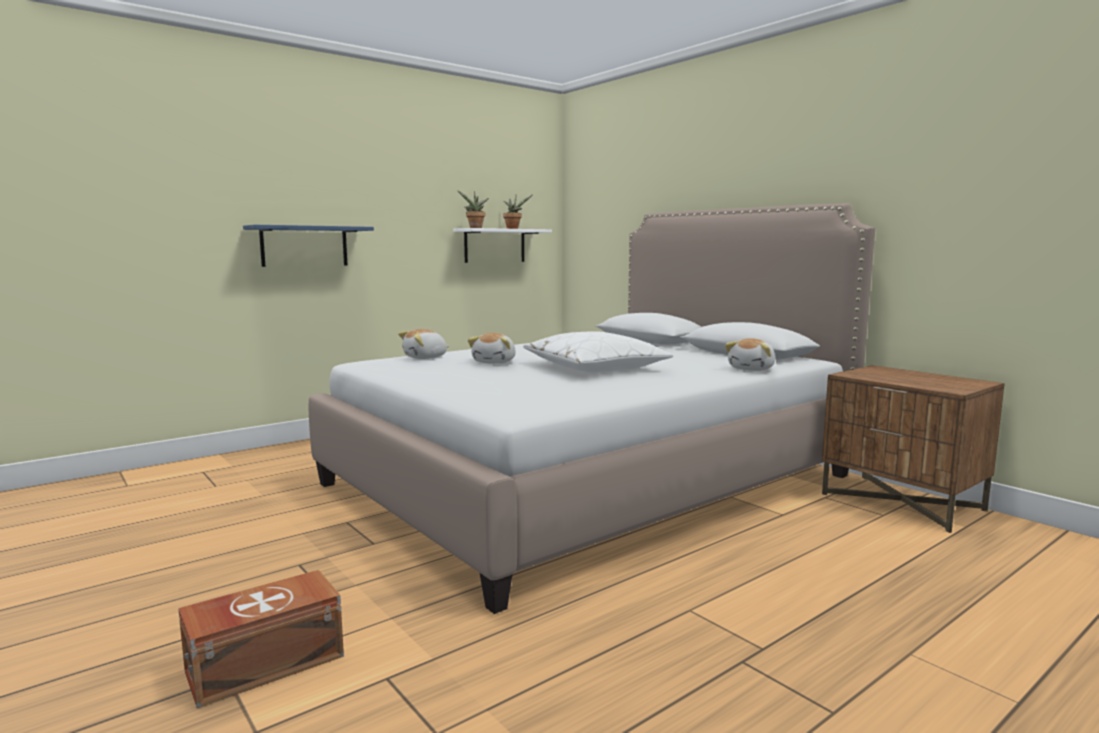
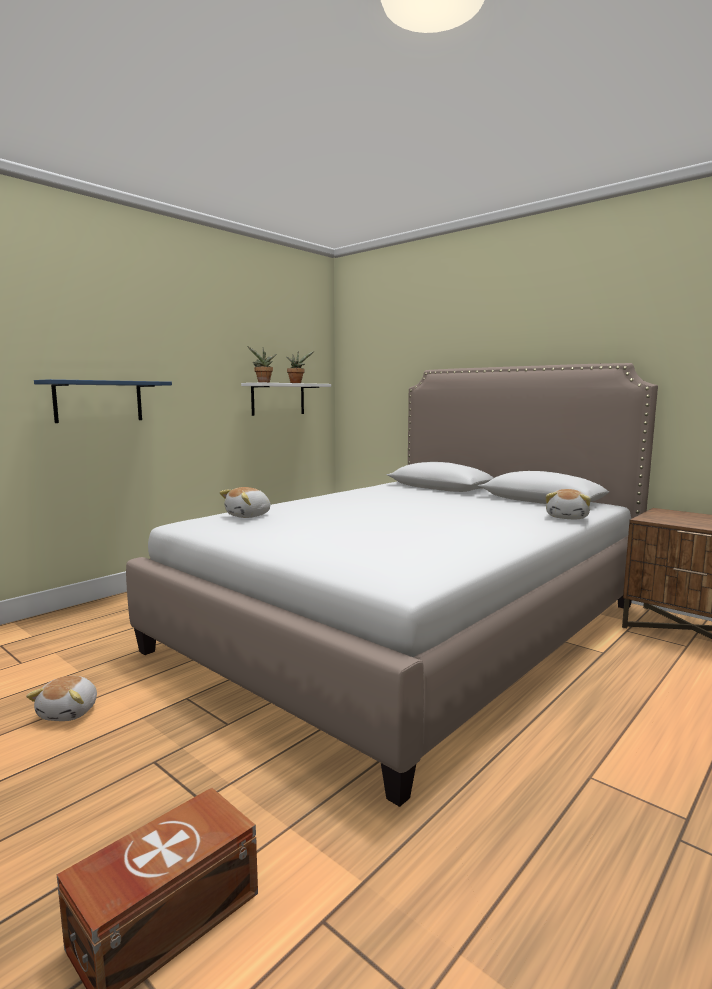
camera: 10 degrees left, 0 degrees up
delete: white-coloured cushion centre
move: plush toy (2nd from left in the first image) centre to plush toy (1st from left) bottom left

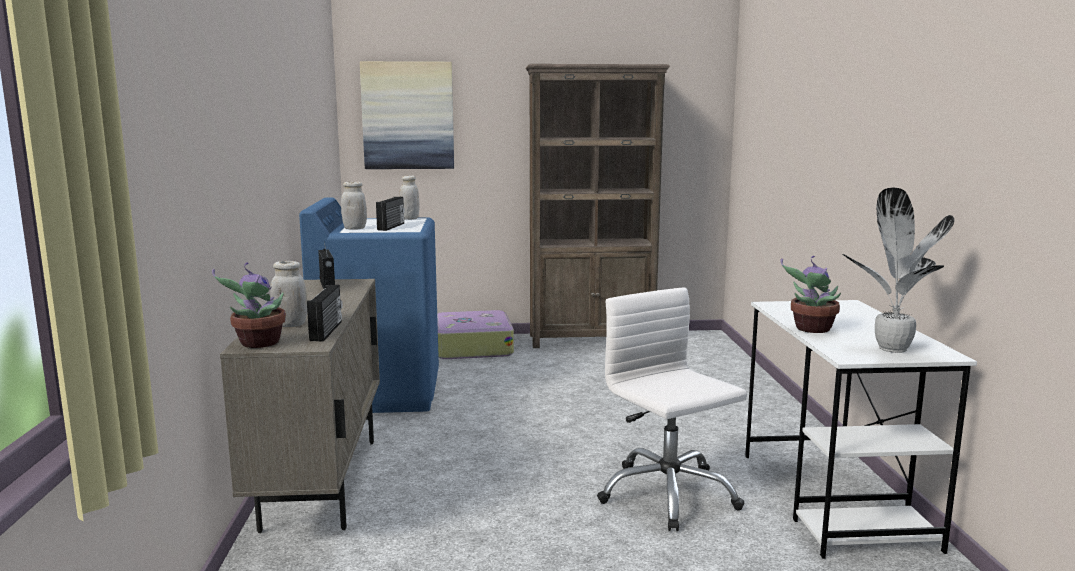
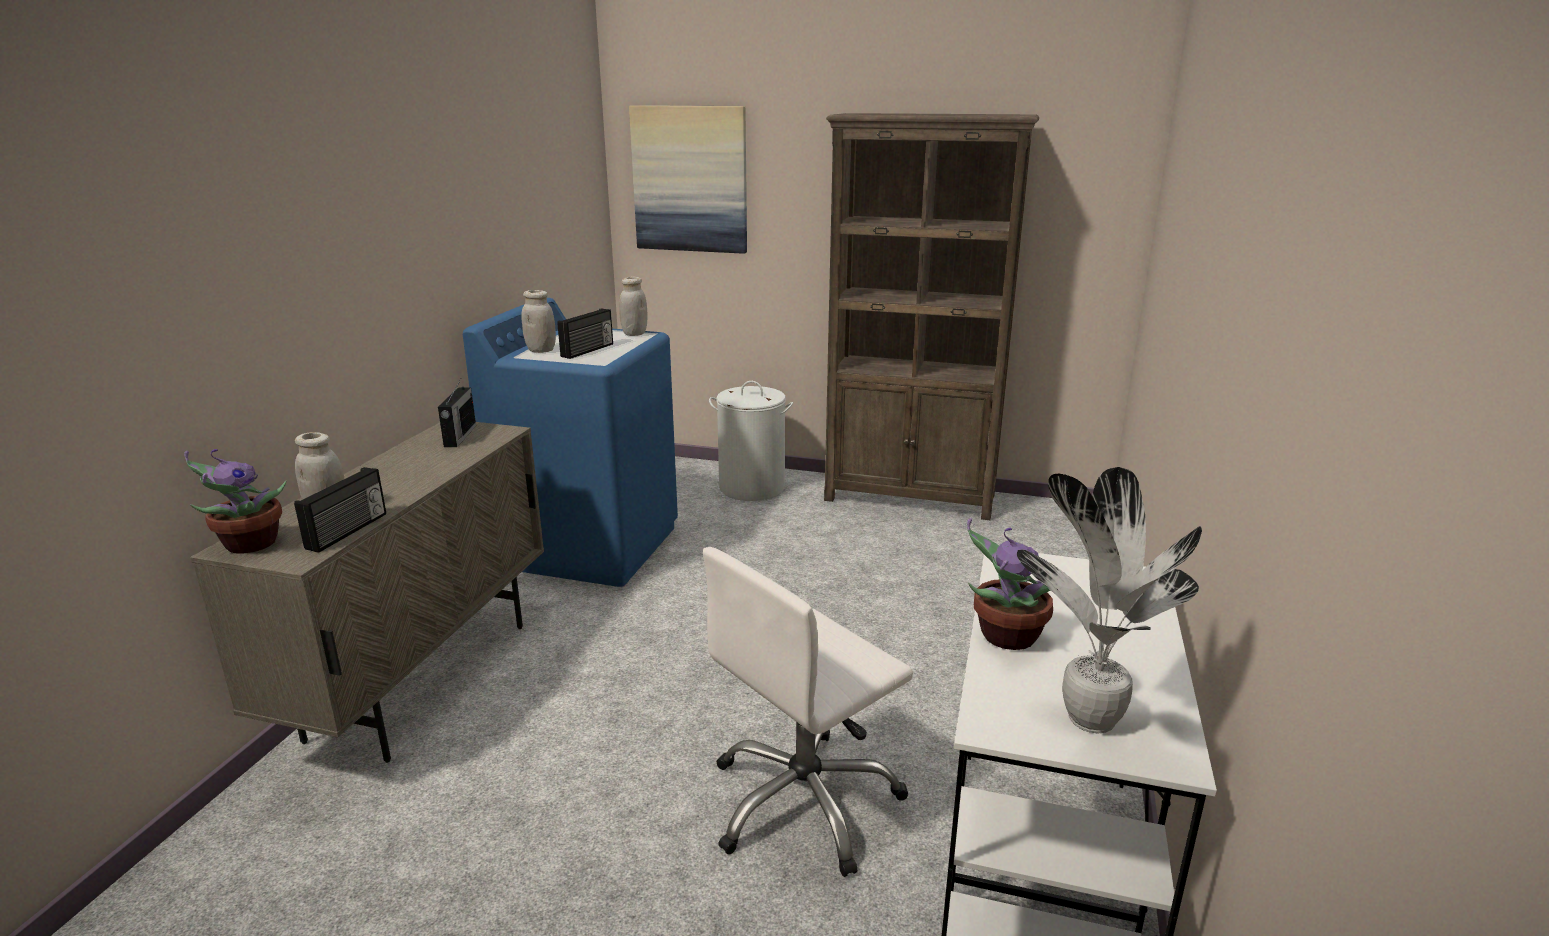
camera: 20 degrees right, 10 degrees up
replace: travel case centre to white-coloured washing basket centre
rotate: white-coloured desk chair bottom centre = bottom centre 120 degrees counterclockwise

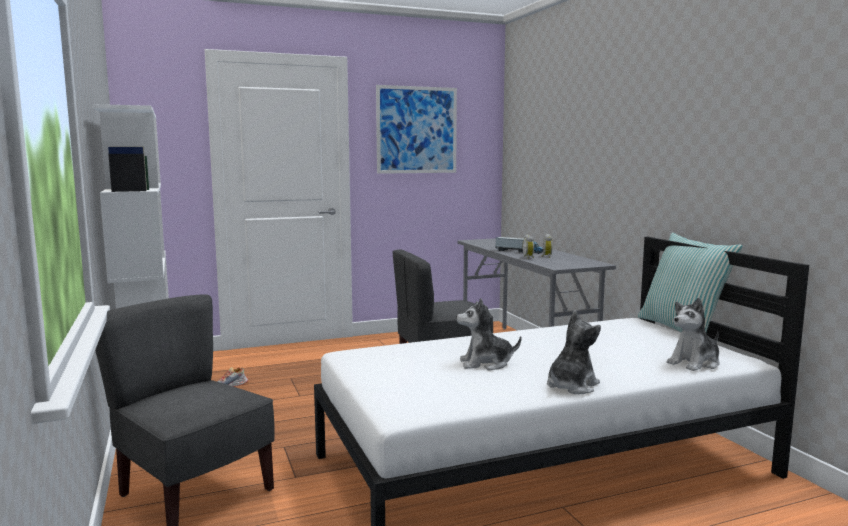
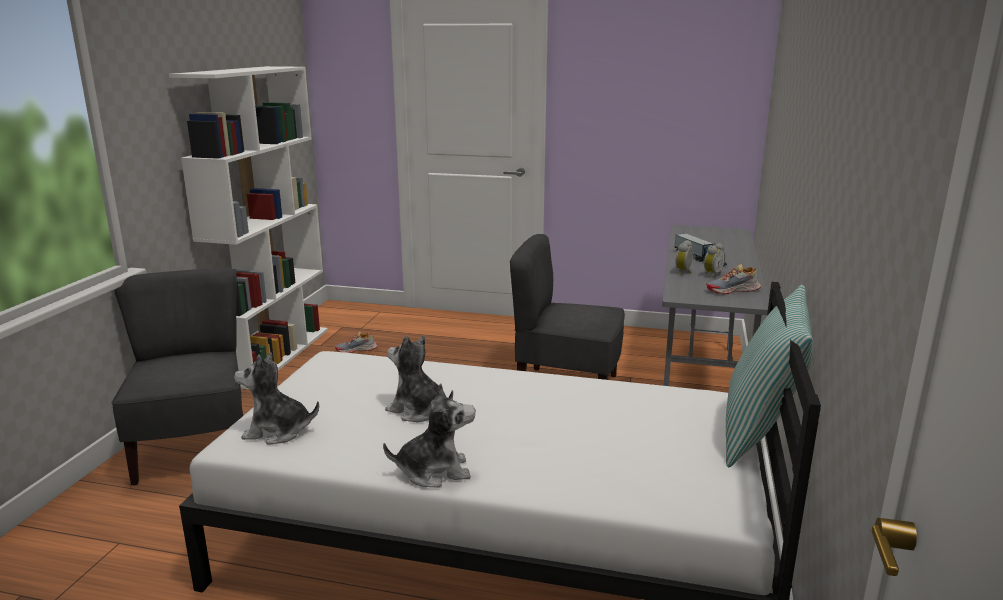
camera: 35 degrees right, 10 degrees up
delete: wall art top centre
insert: shoe (2nd from left) middle right
move: plush toy (3rd from left in the first image) middle right to plush toy (1st from left) middle left

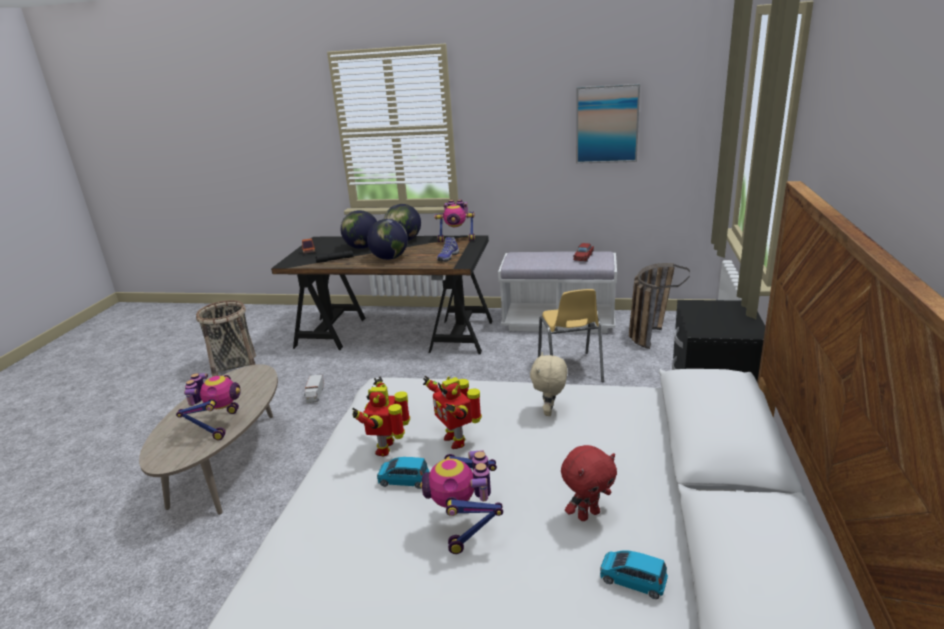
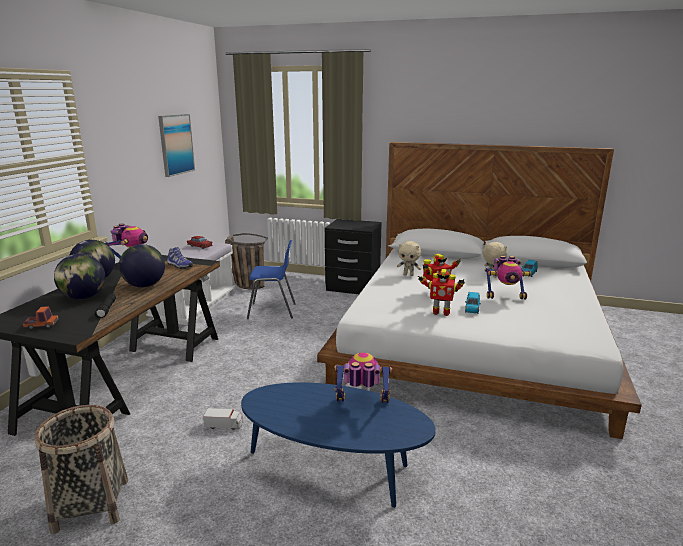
camera: 85 degrees left, 5 degrees down
recolor: beige low table bottom left to blue-coloured low table bottom centre; yellow-coloured plain chair centre to blue-coloured plain chair centre; red-coloured plush toy bottom centre to beige plush toy (2nd from left) middle right

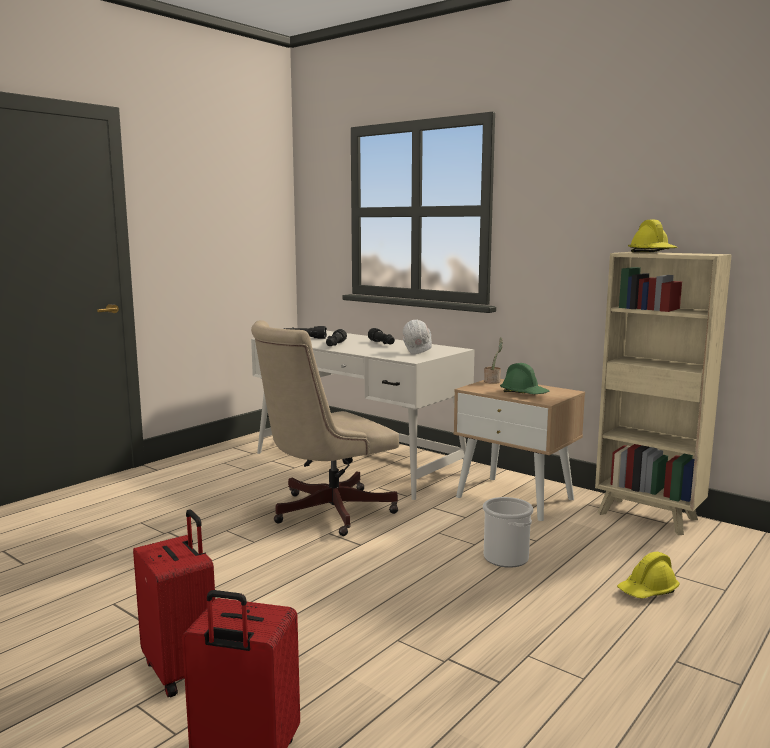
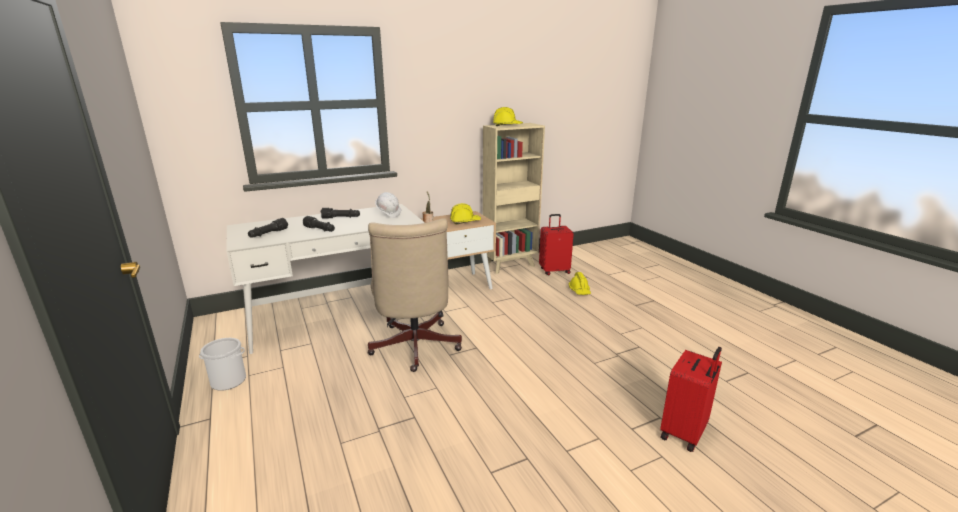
camera: 65 degrees left, 10 degrees up
move: red-coloured travel case (1st from left) bottom left to centre; pail bottom centre to bottom left
recolor: greenish work helmet middle right to yellow-coloured work helmet (1st from left) centre

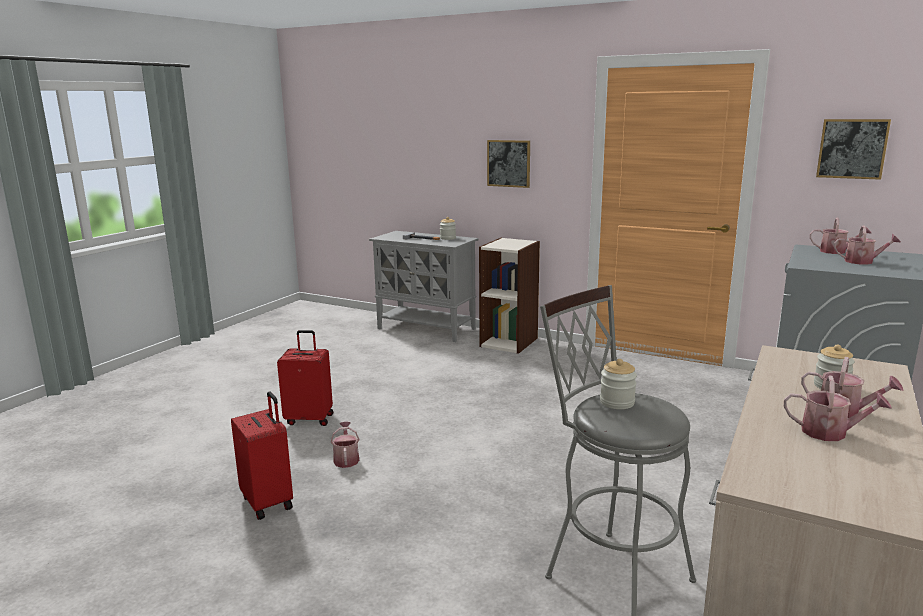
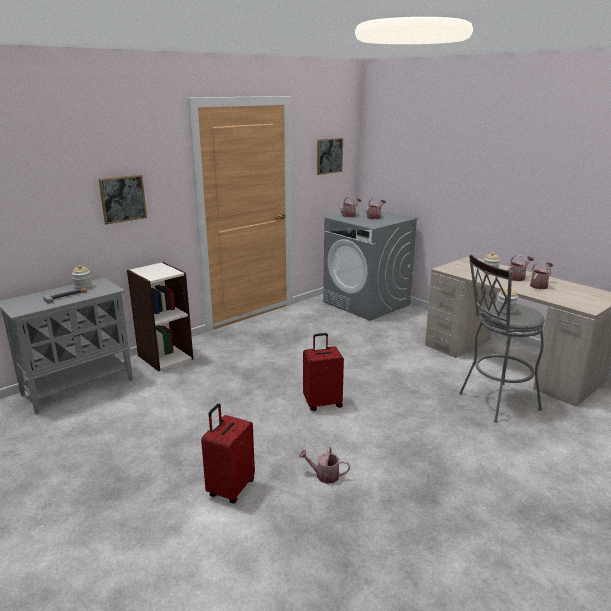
camera: 70 degrees left, 5 degrees up
move: red-coloured travel case (1st from left in the first image) bottom left to red-coloured travel case (2nd from left) centre

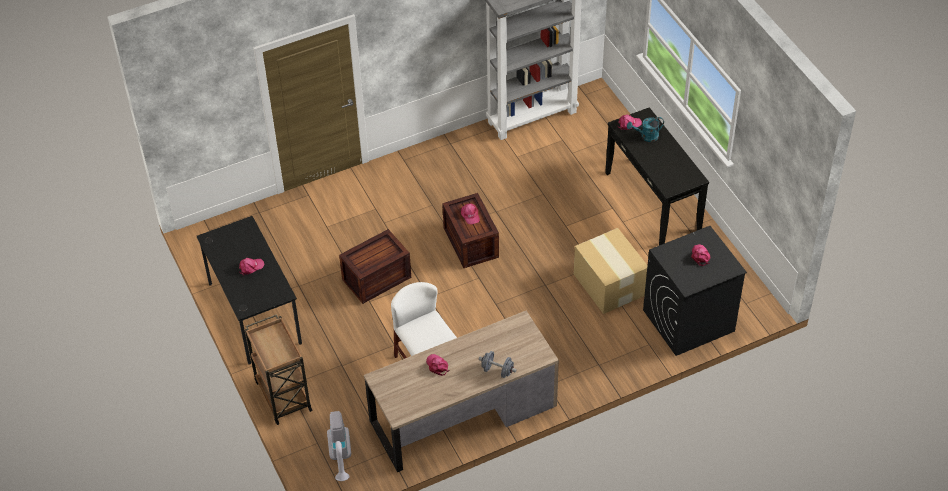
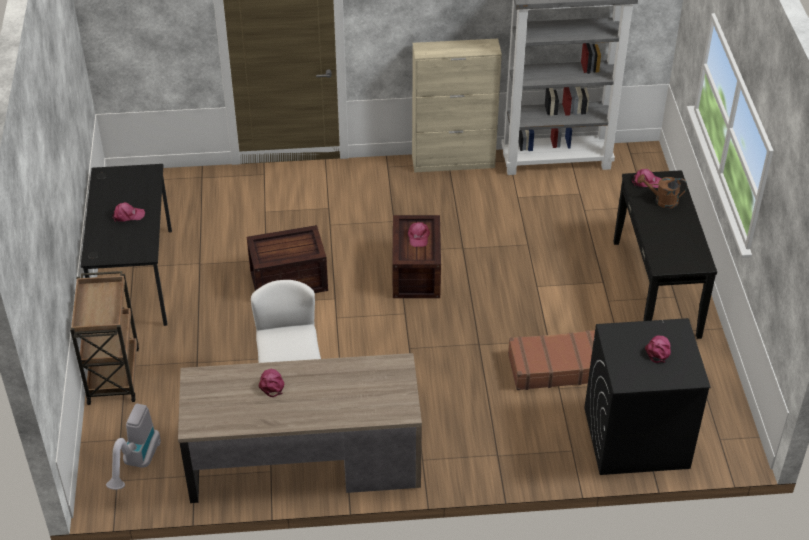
camera: 20 degrees right, 5 degrees down
delete: grey hand weight bottom centre
insert: beige cabinet top centre
replace: carton centre to brownish travel case bottom right
recolor: turquoise sprinkling can top right to brownish sprinkling can middle right

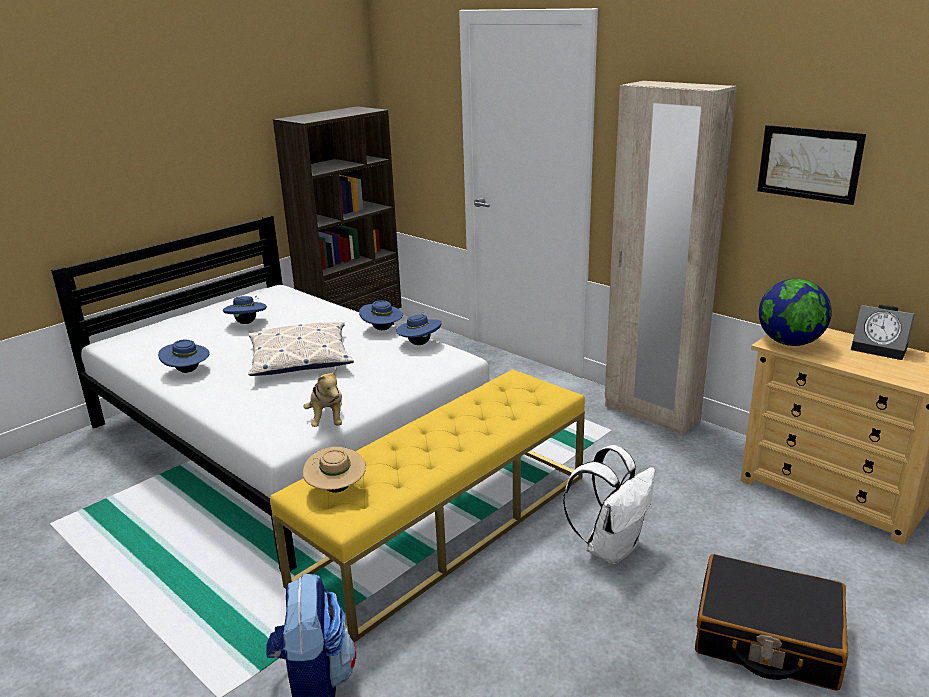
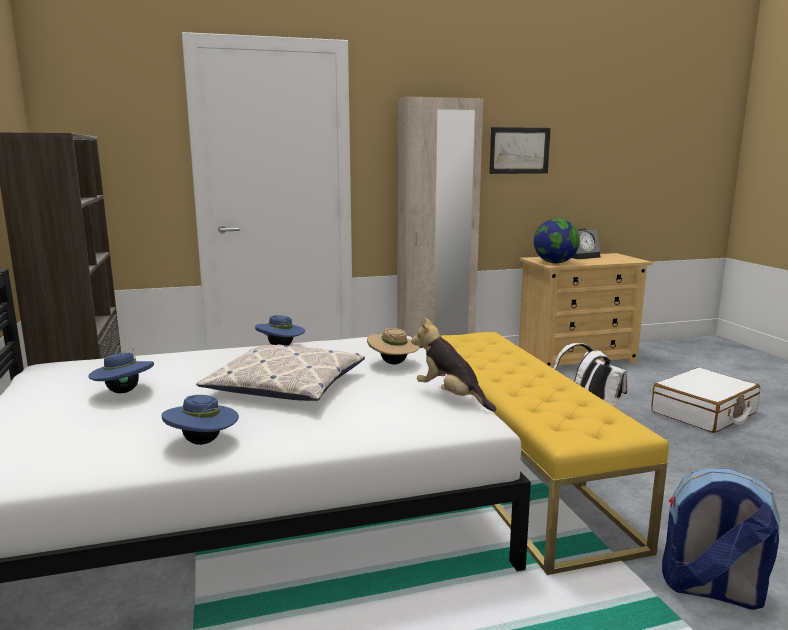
camera: 60 degrees left, 10 degrees down
delete: blue-coloured clothing hat (4th from left) centre
move: beige clothing hat bottom centre to centre
recolor: black-coloured travel case bottom right to white-coloured travel case middle right
rotate: plush toy centre = centre 150 degrees counterclockwise

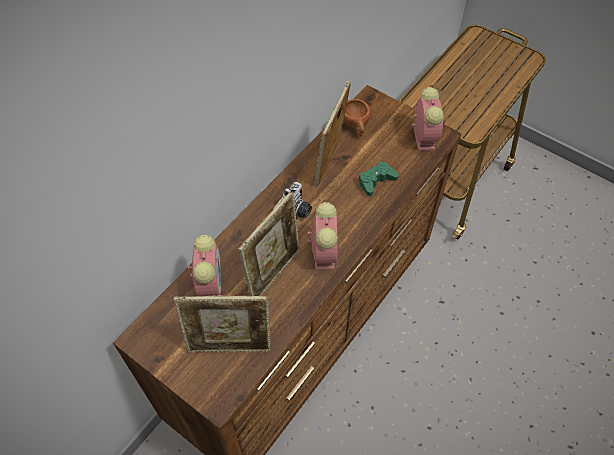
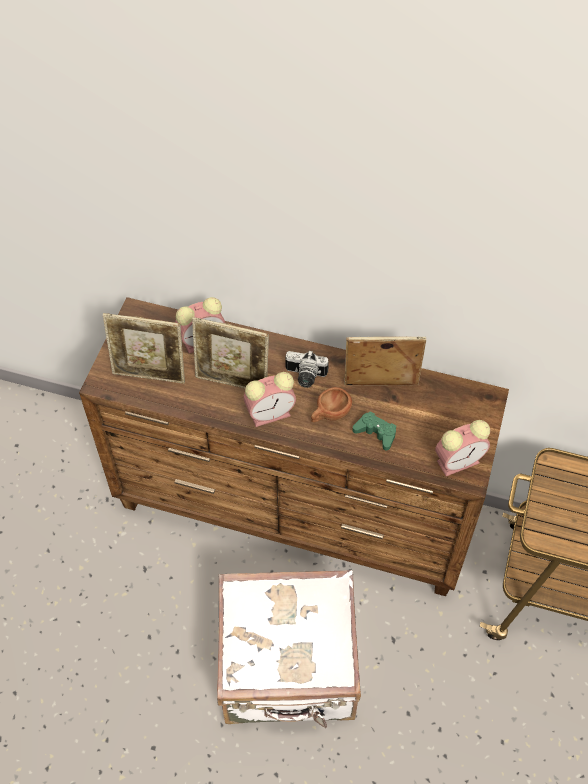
camera: 70 degrees right, 0 degrees up
insert: white-coloured travel case bottom centre
move: brownish cup top centre to centre
rotate: picture frame (1st from left) bottom centre = middle left 60 degrees counterclockwise

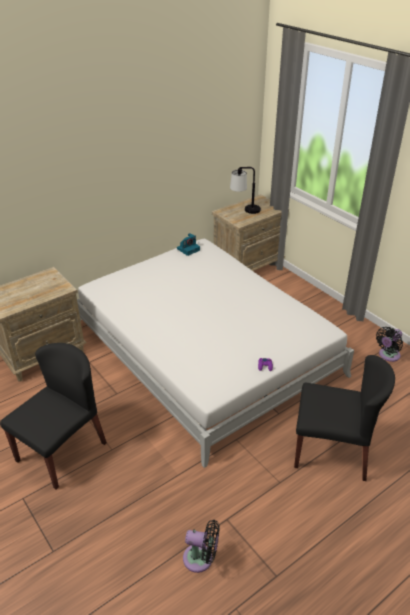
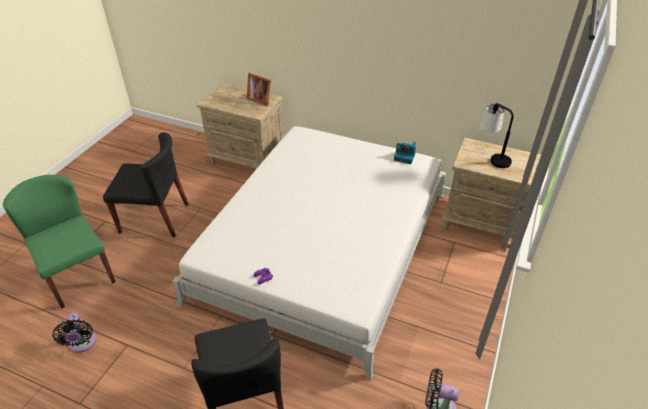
camera: 60 degrees right, 5 degrees up
insert: greenish plain chair middle left; picture frame top centre

